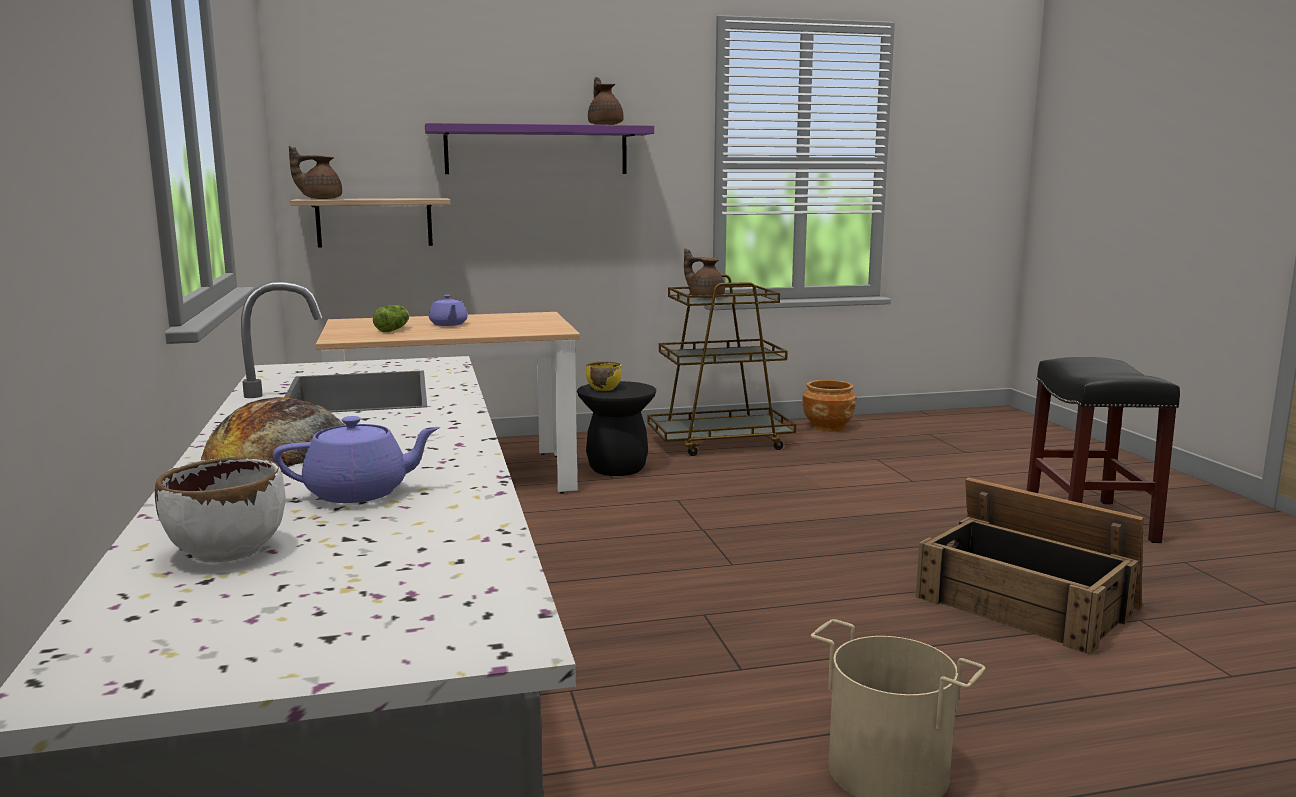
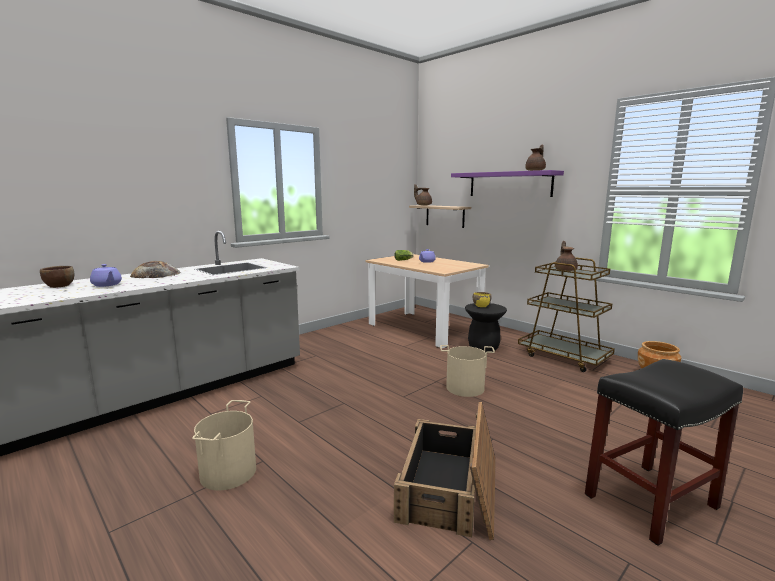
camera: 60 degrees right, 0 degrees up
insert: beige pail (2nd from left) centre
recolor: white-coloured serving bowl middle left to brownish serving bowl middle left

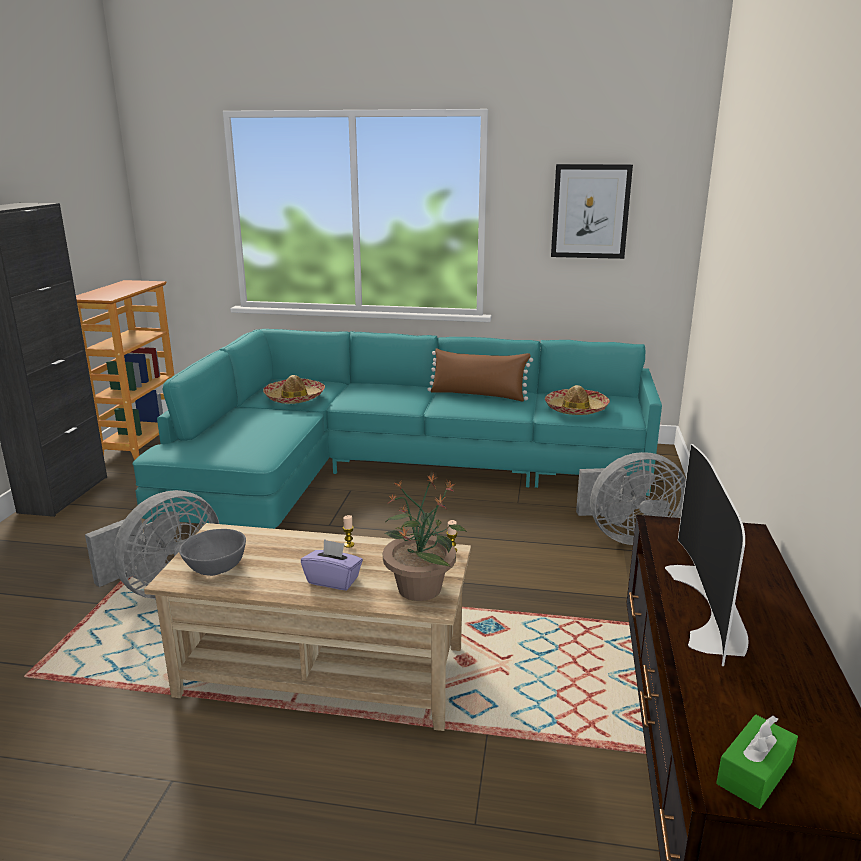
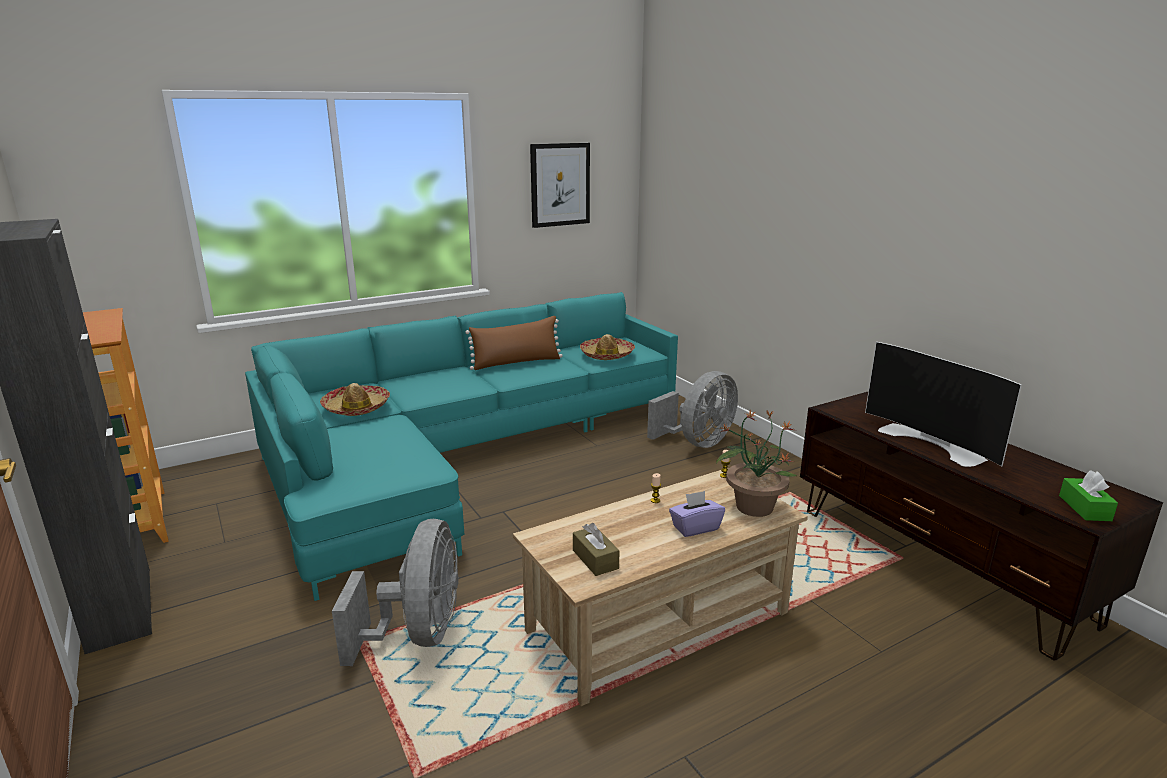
camera: 40 degrees left, 0 degrees up
replace: grey serving bowl middle left to brownish tissue holder bottom centre

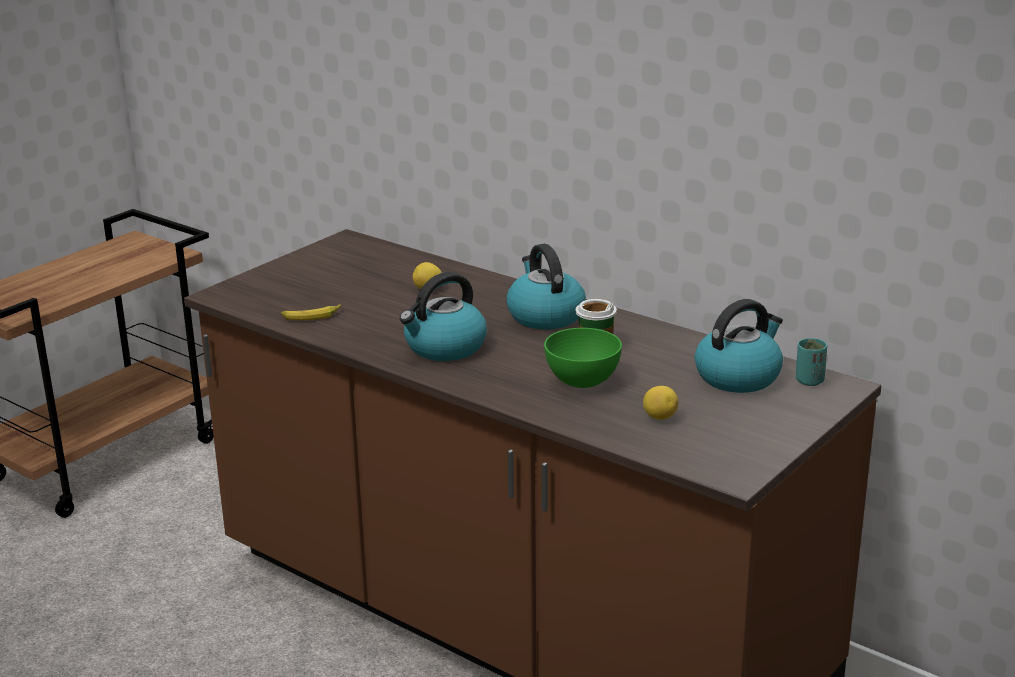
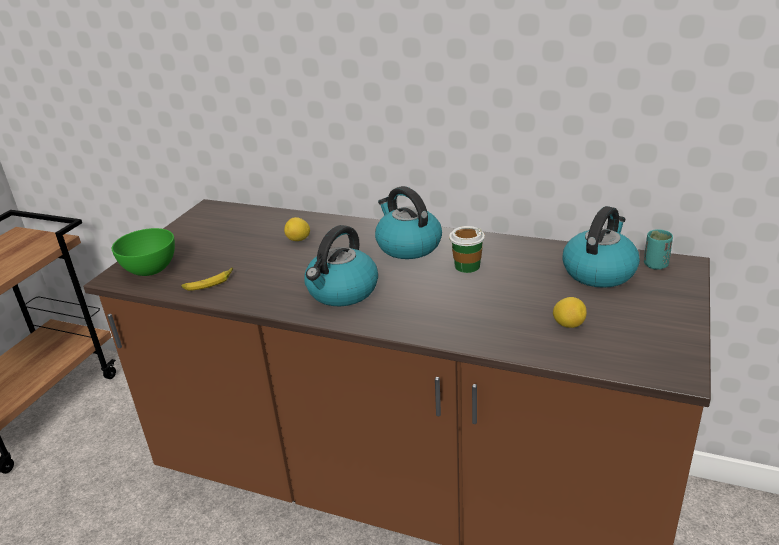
camera: 15 degrees left, 5 degrees up
move: greenish serving bowl centre to middle left

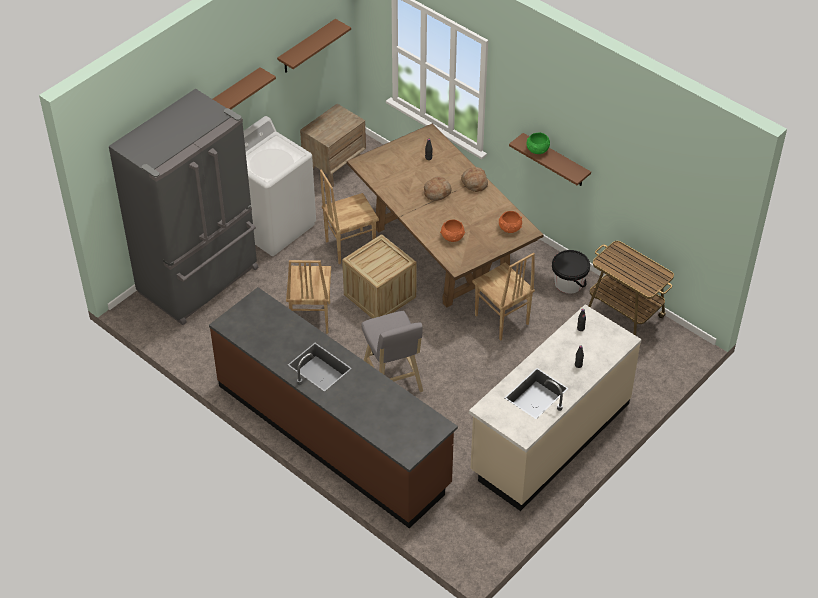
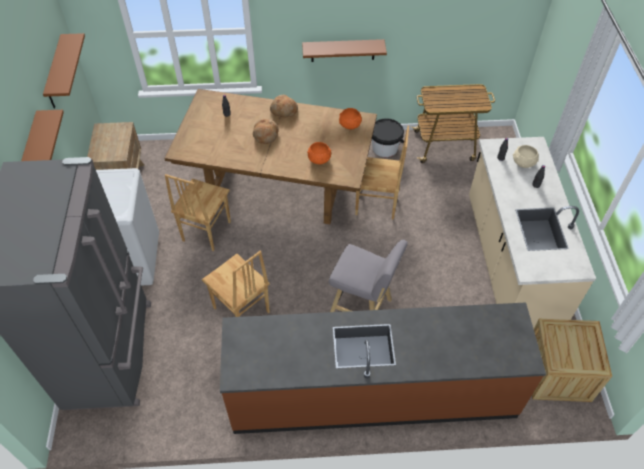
camera: 45 degrees left, 5 degrees up
delete: greenish serving bowl top centre
insert: beige serving bowl top right
move: crate centre to bottom right

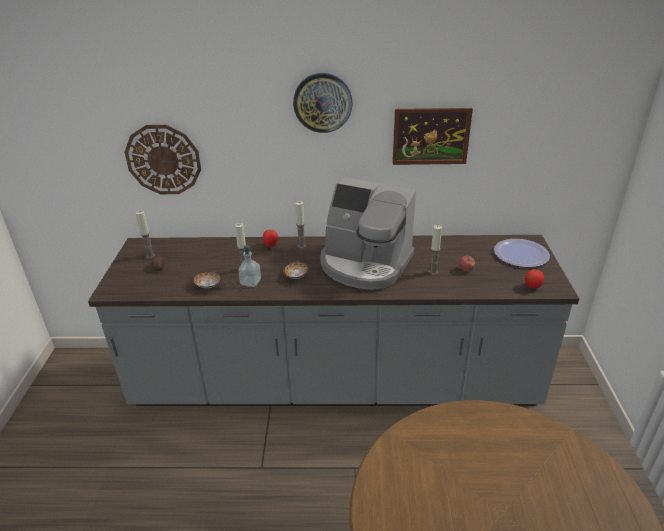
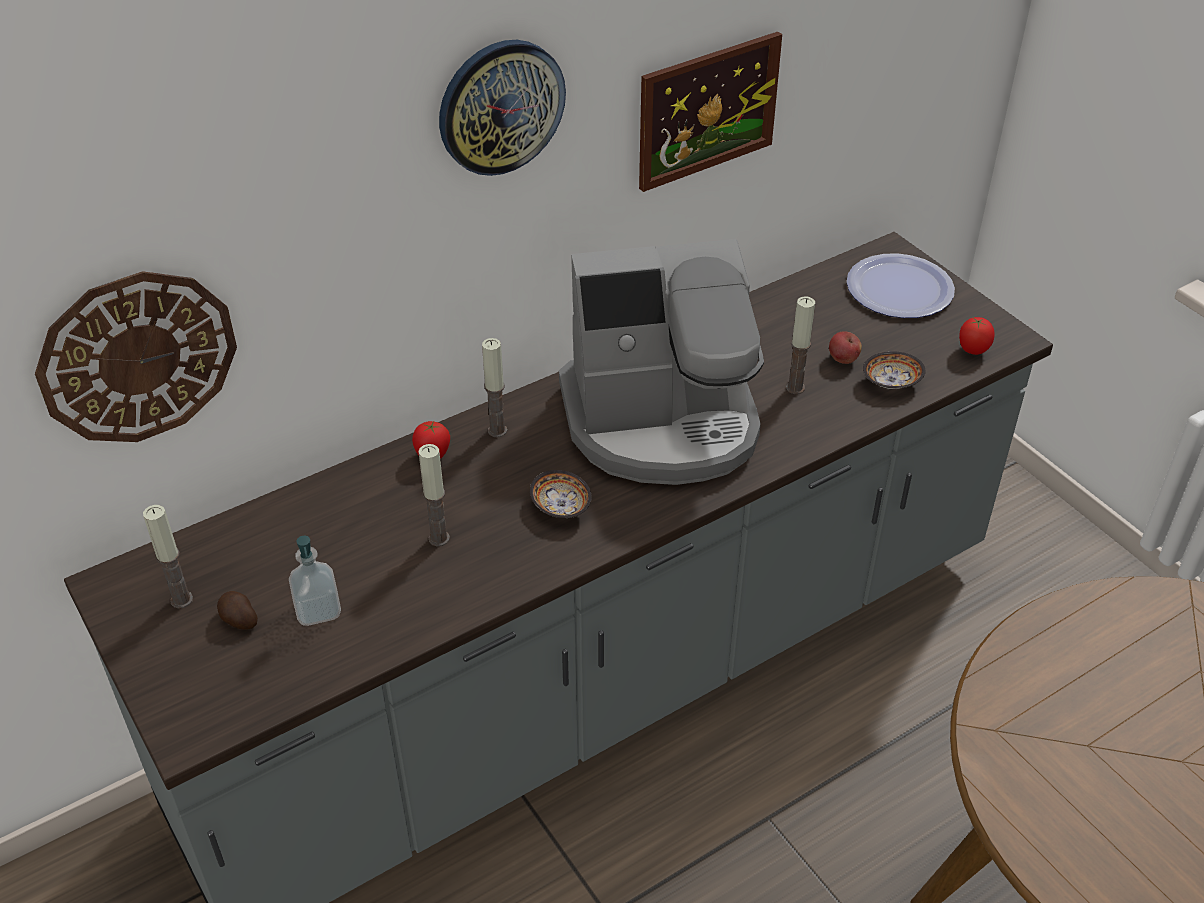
camera: 35 degrees left, 10 degrees up
move: serving bowl (1st from left in the first image) middle left to serving bowl (2nd from left) middle right; liquid soap bottle centre to middle left

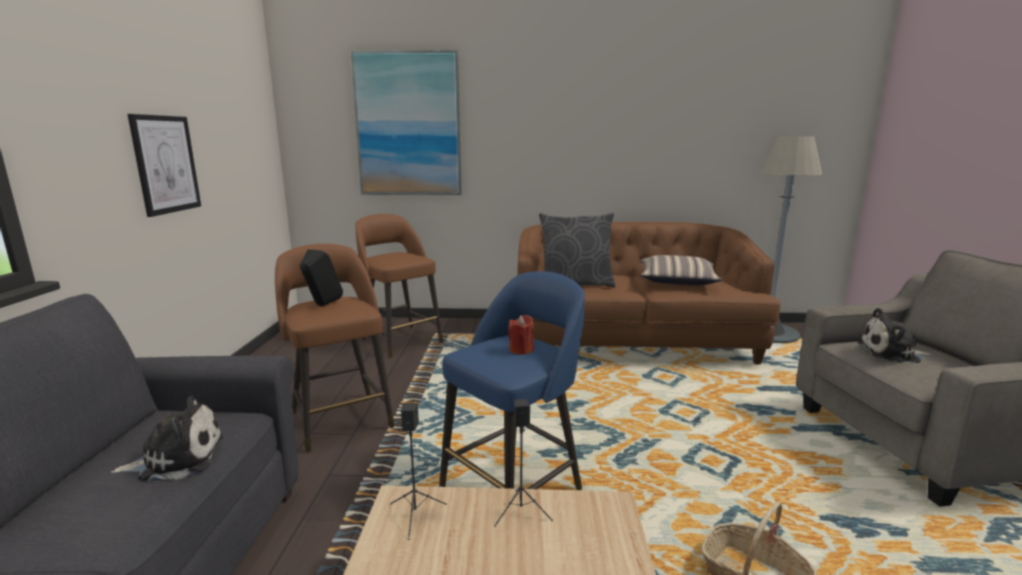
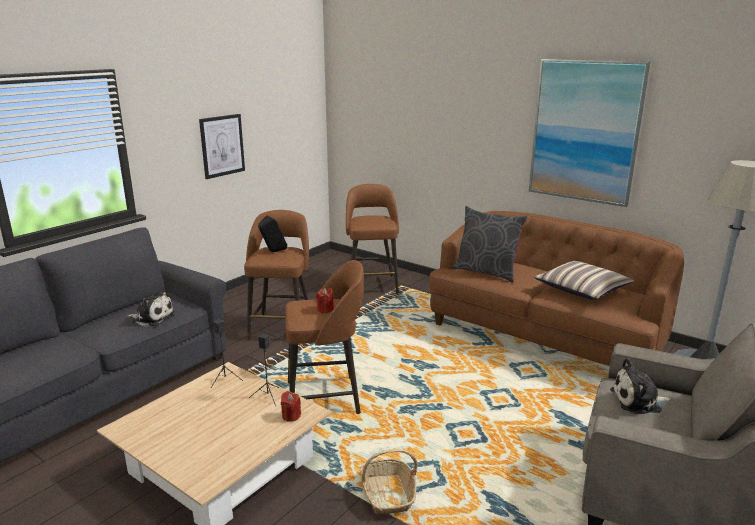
camera: 35 degrees right, 5 degrees up
insert: red-coloured wax candle (1st from left) bottom centre
move: wall art (2nd from left) top centre to top right
recolor: blue-coloured stool seat centre to brownish stool seat (2nd from left) centre
rotate: plush toy (2nd from left) middle right = bottom right 45 degrees counterclockwise

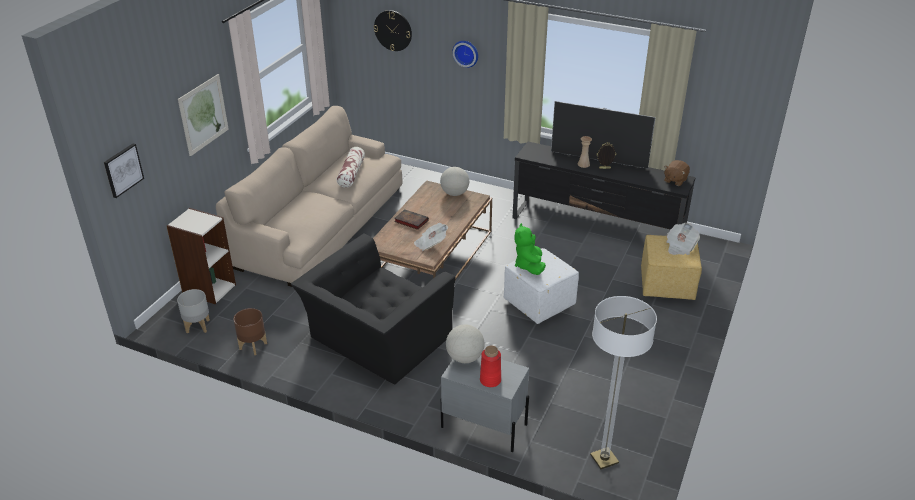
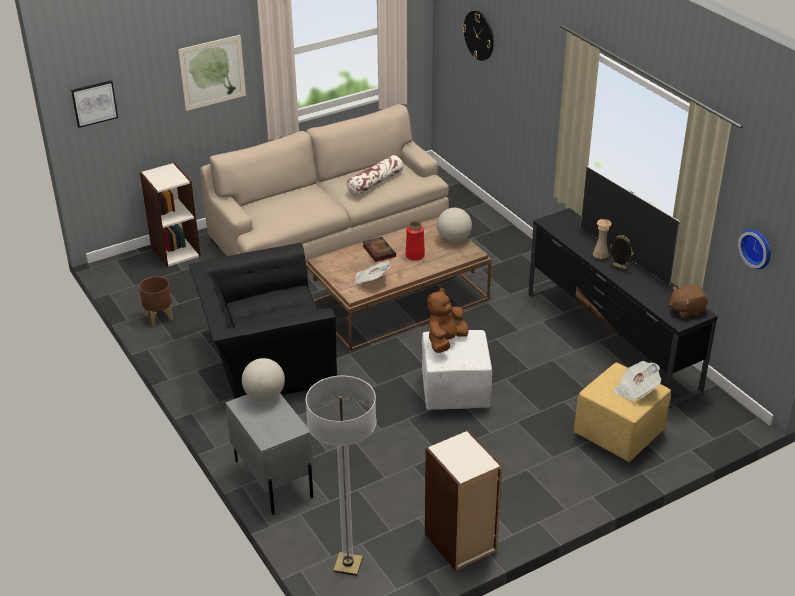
camera: 35 degrees right, 0 degrees up
delete: grey flower pot middle left
insert: bookshelf (2nd from left) bottom centre
move: hanging clock (2nd from left) top centre to middle right; red-coloured vase bottom centre to centre
recolor: greenish plush toy centre to brownish plush toy (1st from left) centre

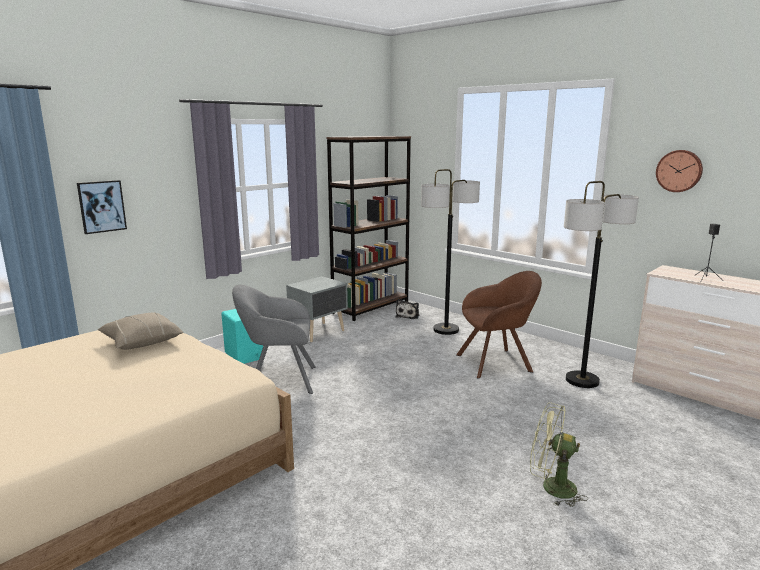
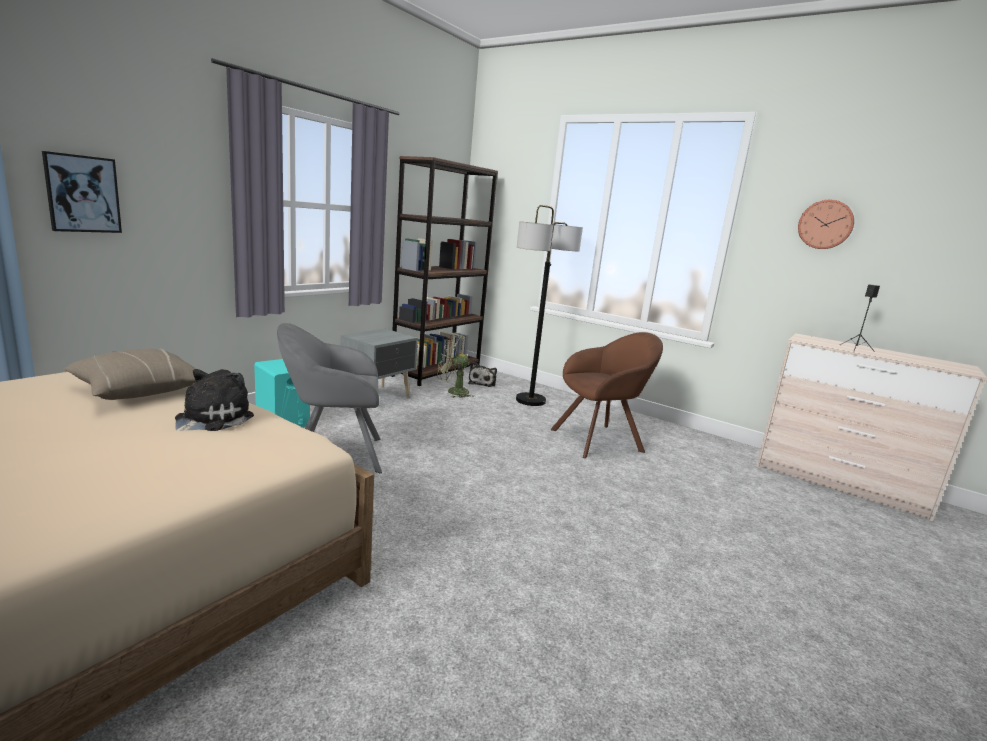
camera: 10 degrees left, 0 degrees up
delete: standard lamp (2nd from left) middle right
insert: plush toy (1st from left) middle left
move: greenish electric fan bottom right to centre

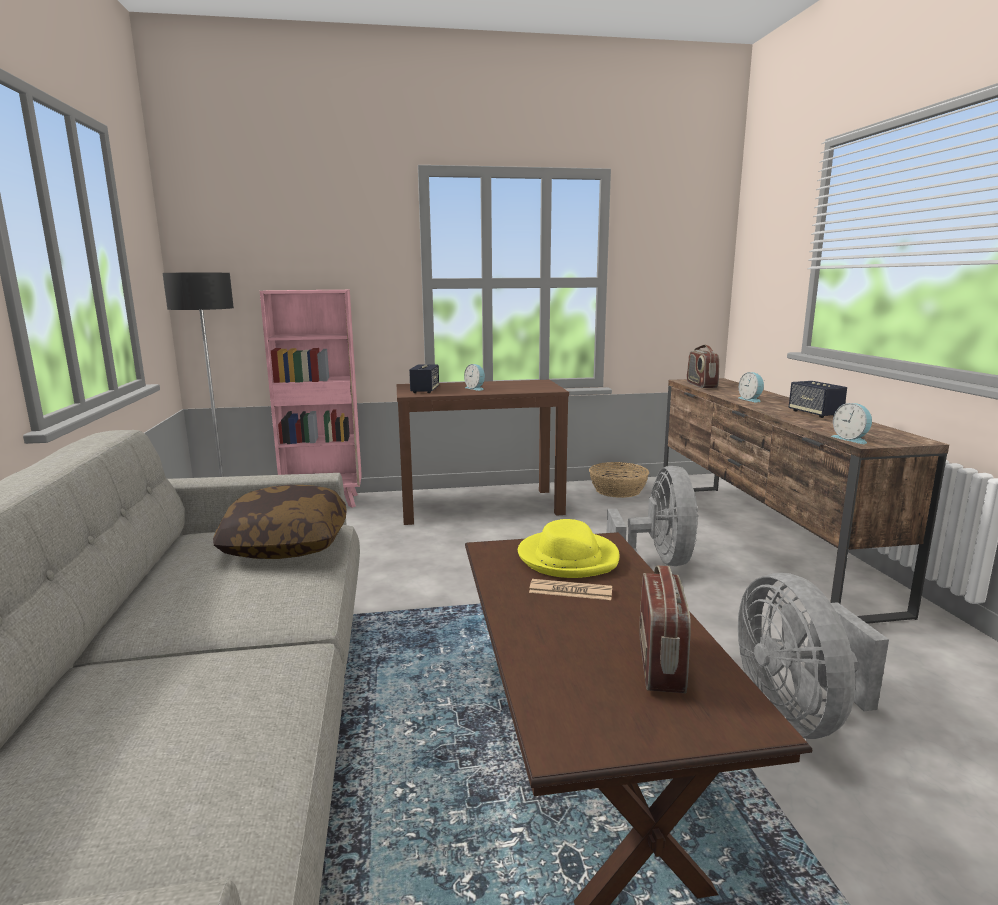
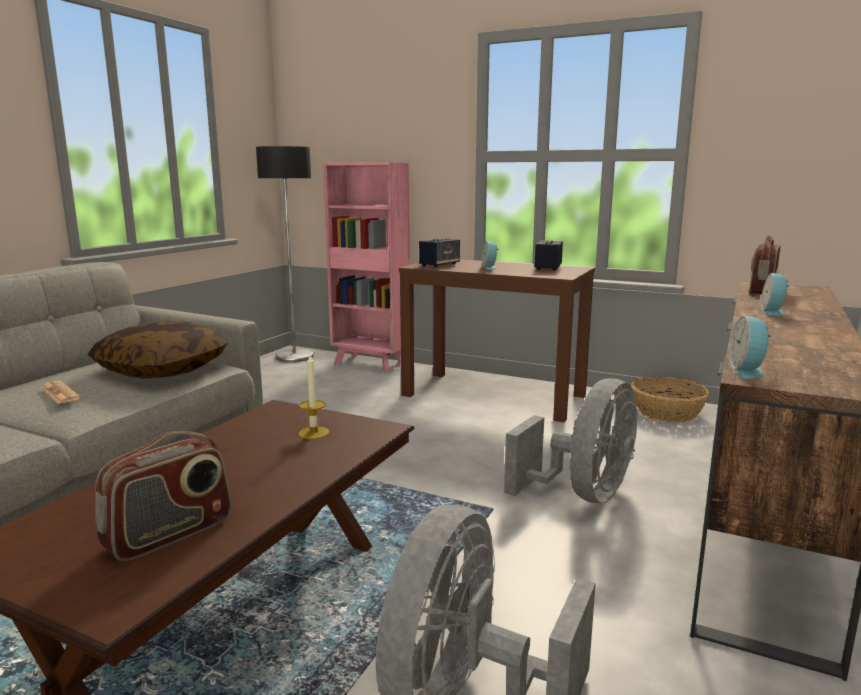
camera: 35 degrees right, 0 degrees up
move: daily paper centre to middle left; loudspeaker (2nd from left) middle right to centre
replace: yellow-coloured clothing hat centre to wax candle centre

